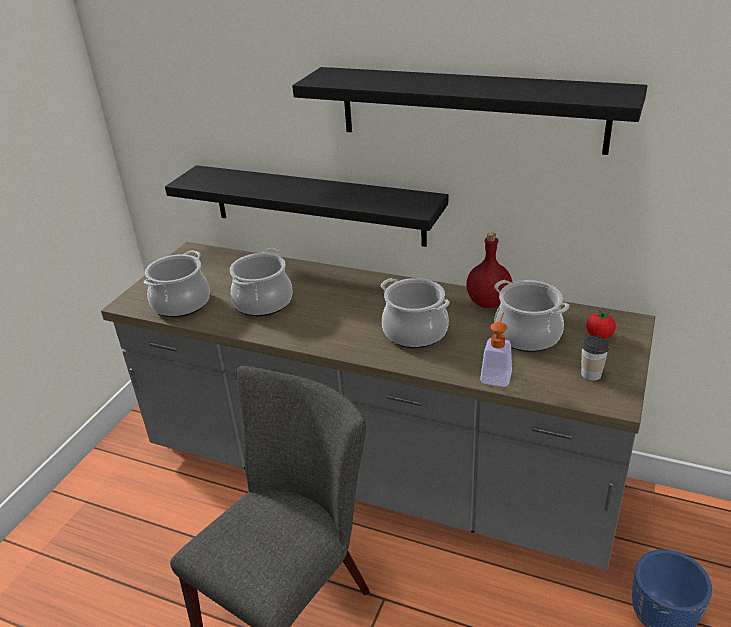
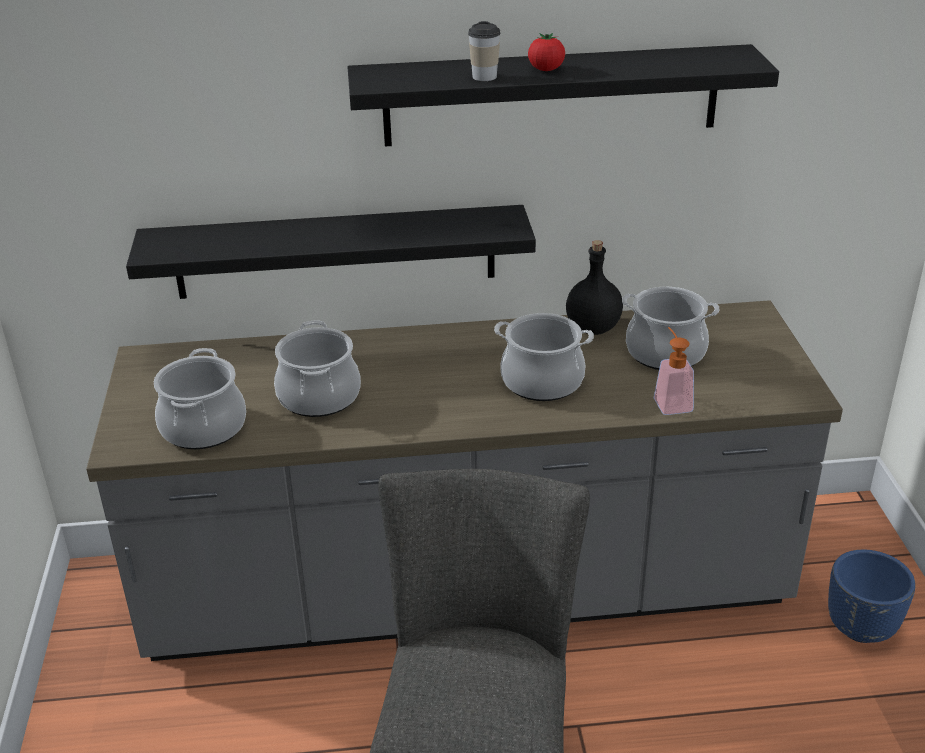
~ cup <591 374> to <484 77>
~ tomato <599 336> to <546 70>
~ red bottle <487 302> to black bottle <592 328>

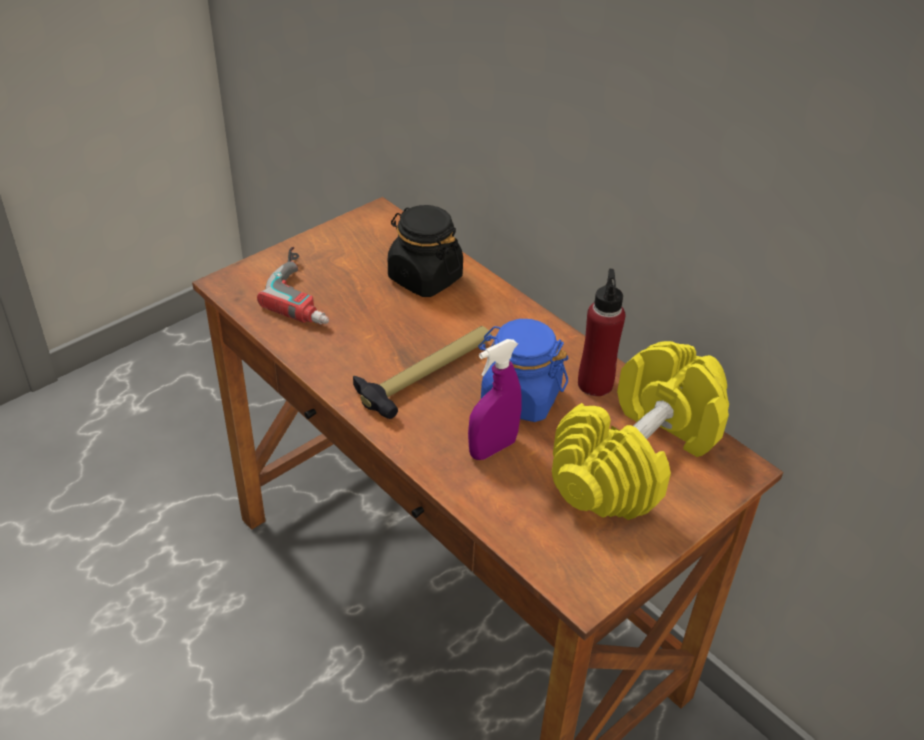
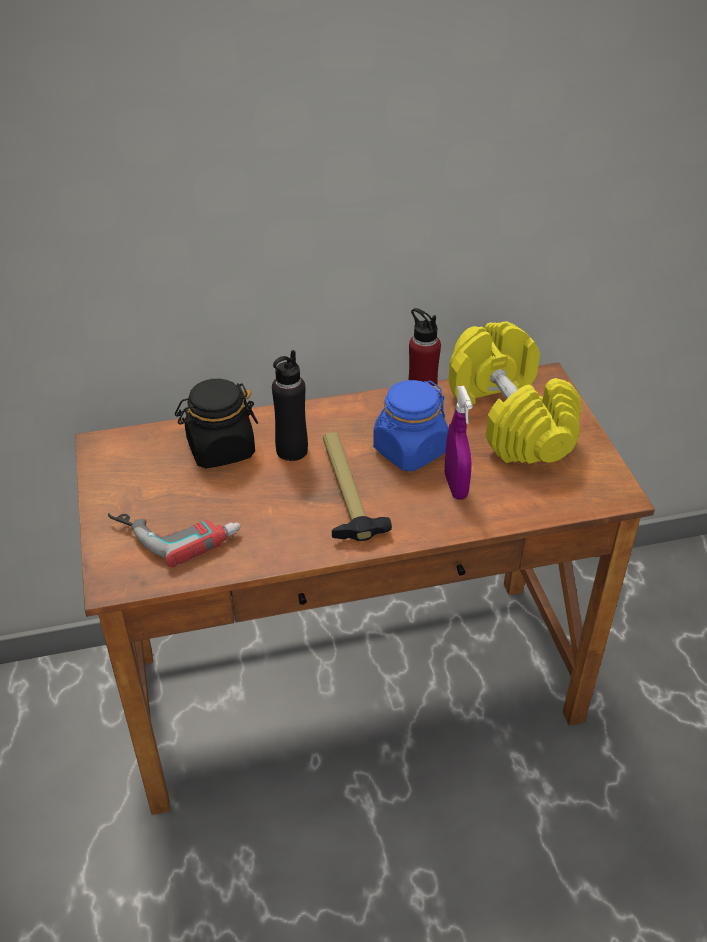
+ black bottle <291 450>

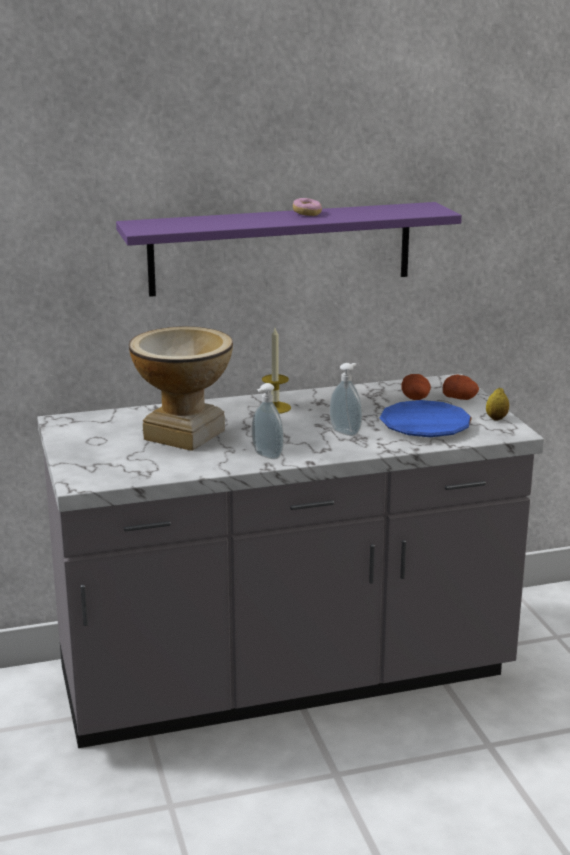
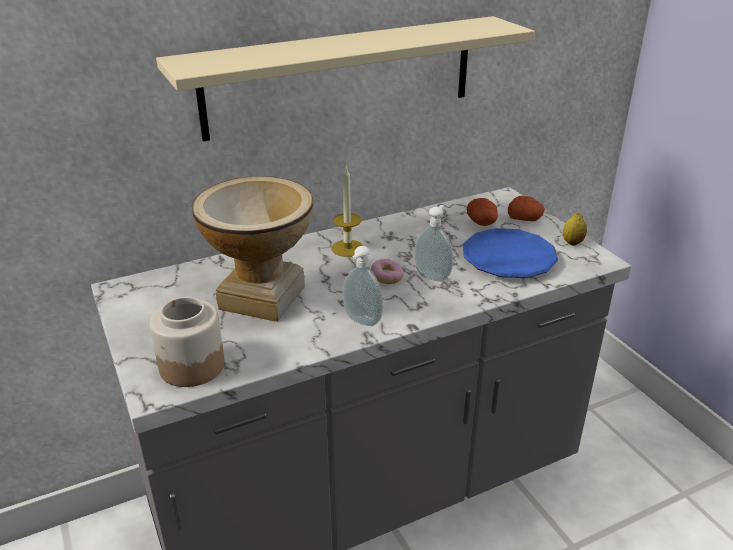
+ jar <191 366>
~ purple shelf <281 248> to beige shelf <341 76>
~ donut <307 214> to <387 278>

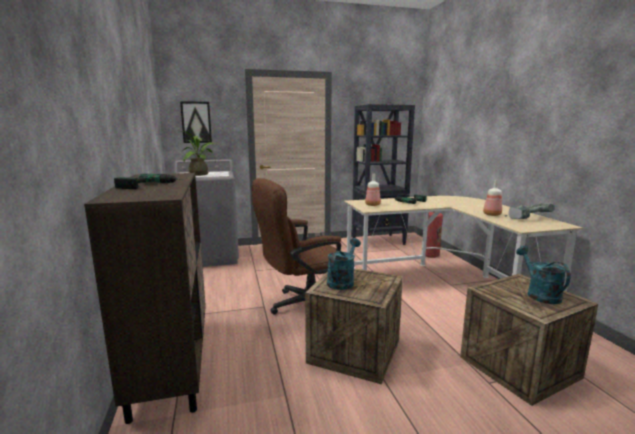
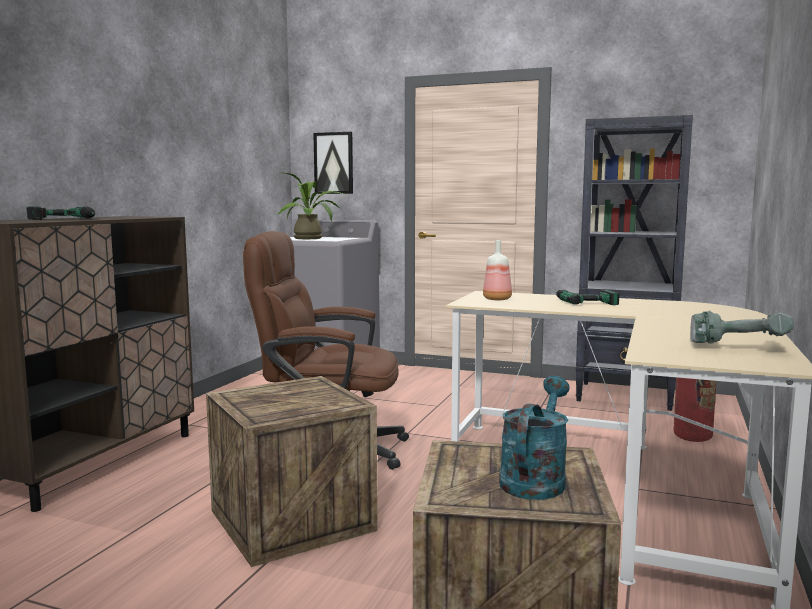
- turquoise watering can <342 281>
- bottle <492 214>

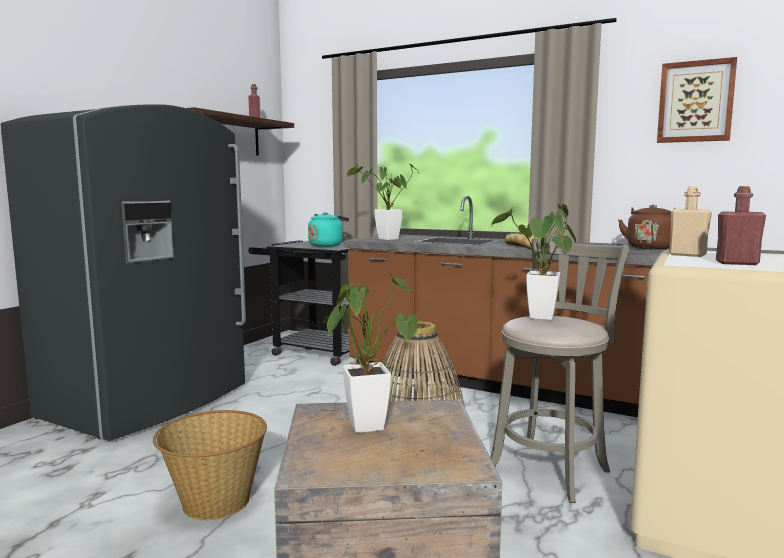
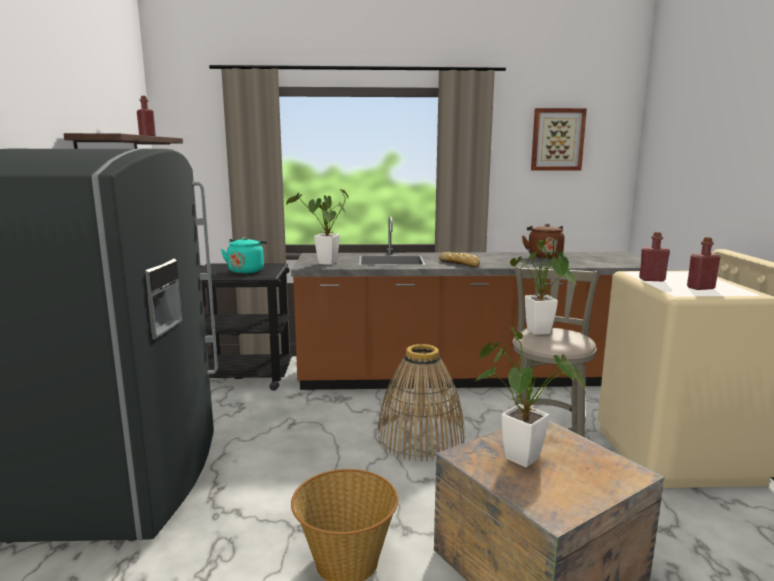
~ beige bottle <687 255> to red bottle <652 279>

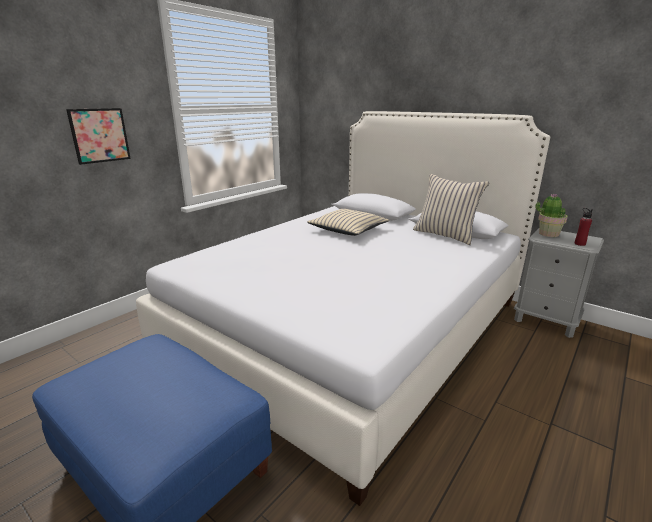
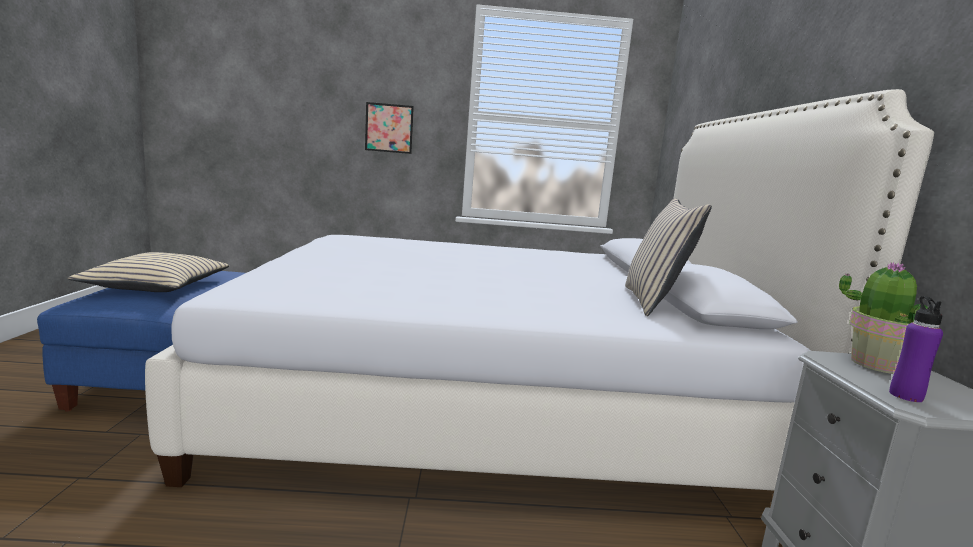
~ beige pillow <348 230> to <158 285>
~ red bottle <579 244> to purple bottle <905 396>

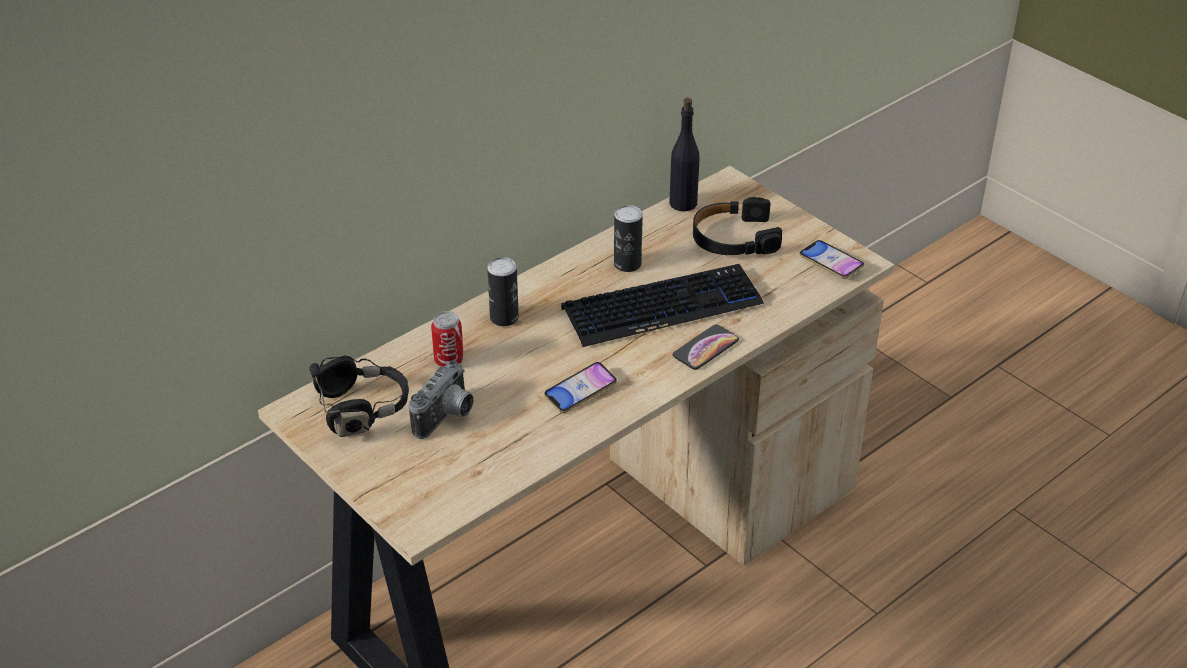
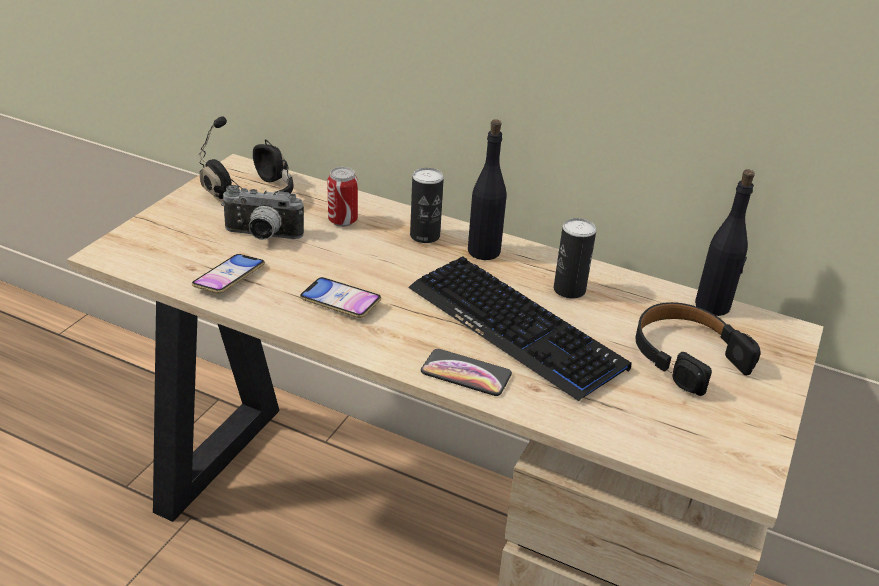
~ phone <831 263> to <229 278>
+ black bottle <484 251>

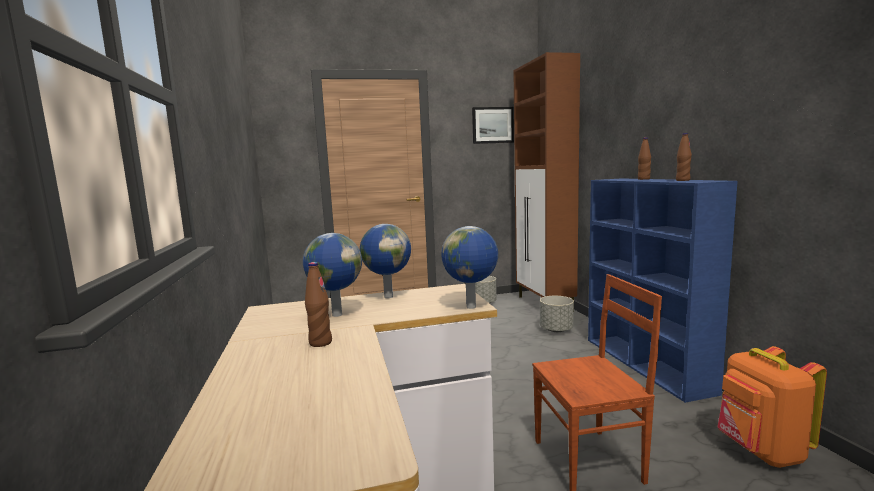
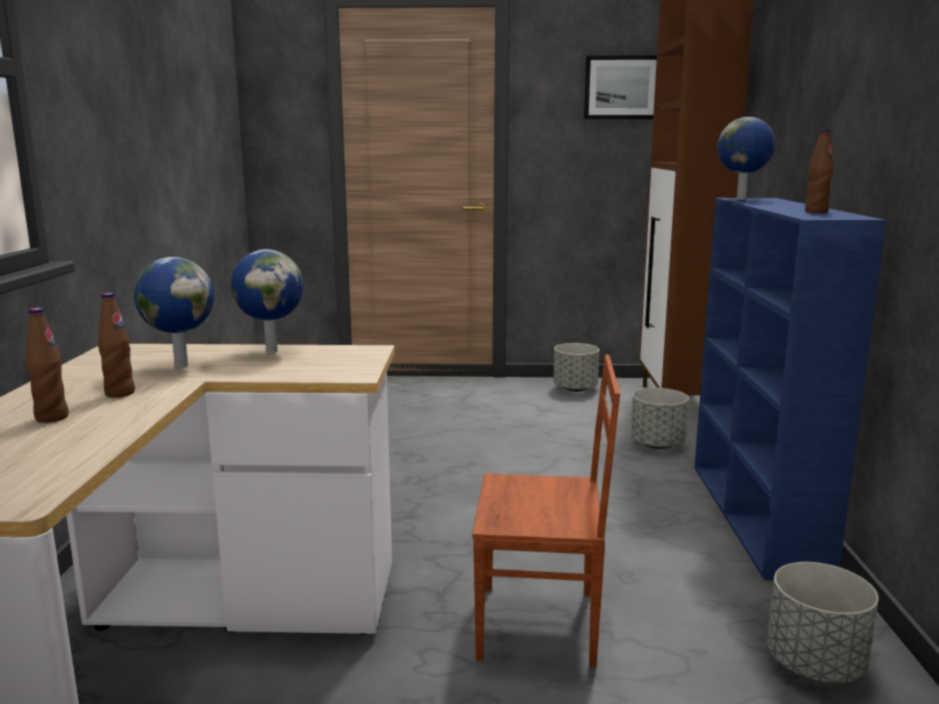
~ brown bottle <643 179> to <51 418>
~ globe <472 307> to <742 199>
~ orange backpack <761 452> to grey planter <815 665>

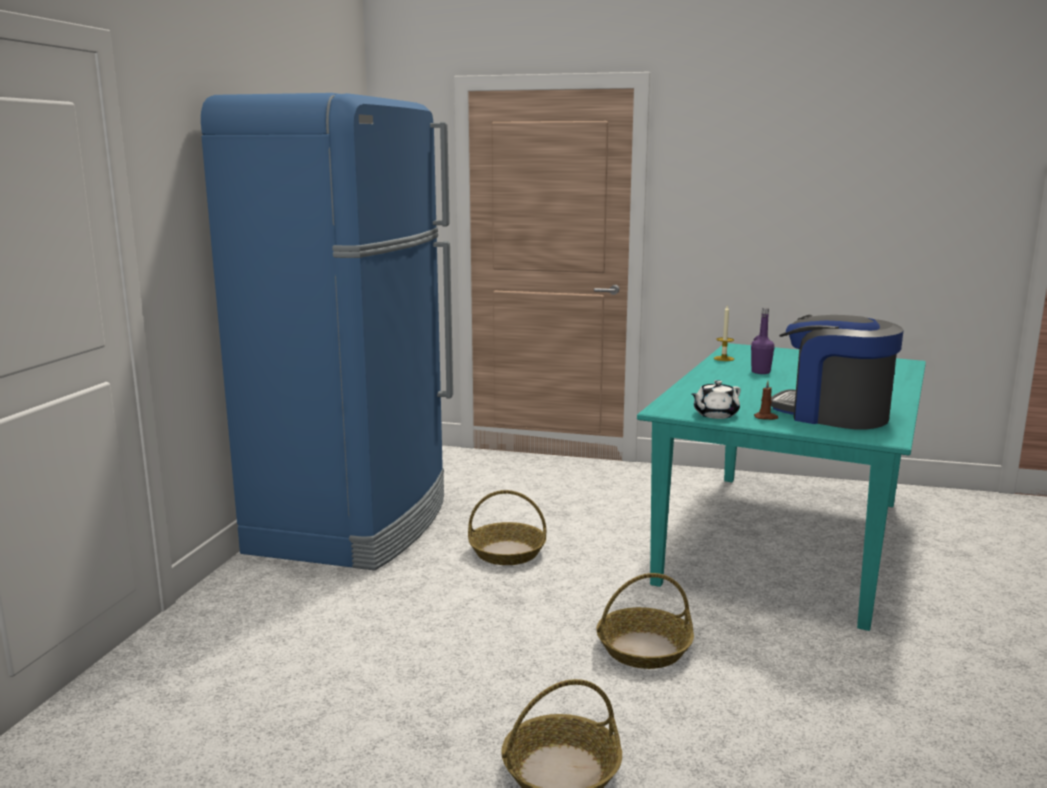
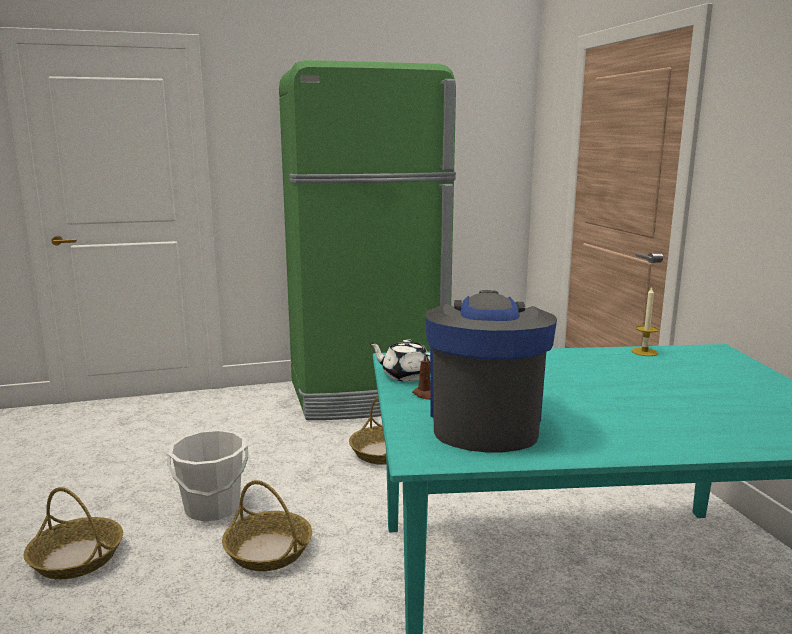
+ white bucket <212 508>
~ blue fridge <354 524> to green fridge <369 394>
- purple bottle <760 372>

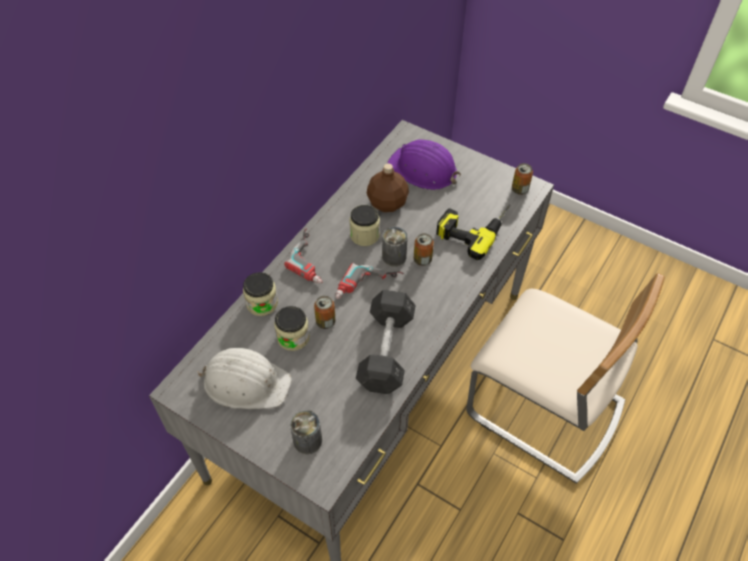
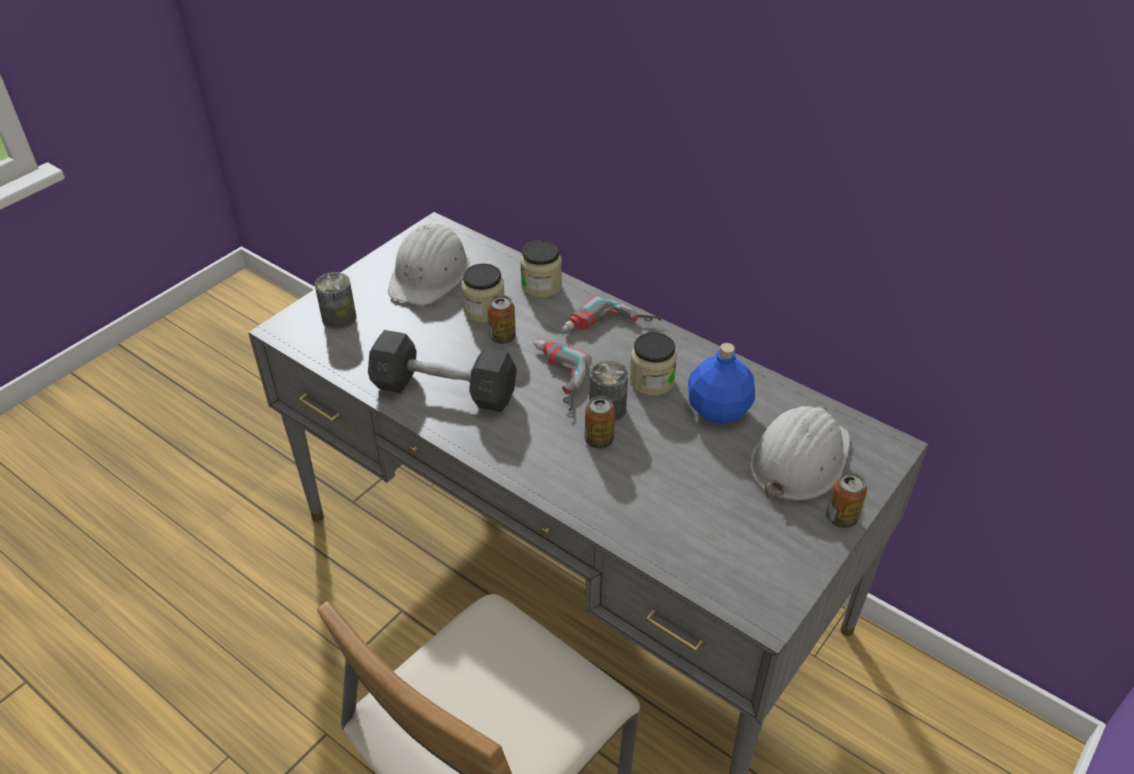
~ brown bottle <388 203> to blue bottle <719 410>
~ purple hard hat <423 170> to white hard hat <799 459>
~ can <519 189> to <841 518>
- power drill <473 226>

